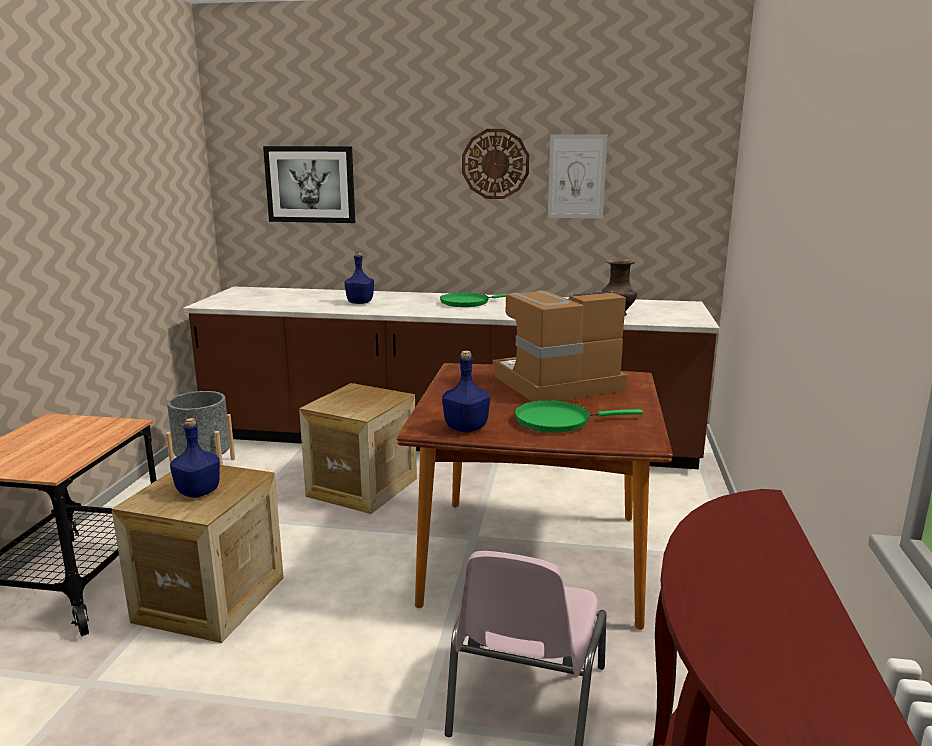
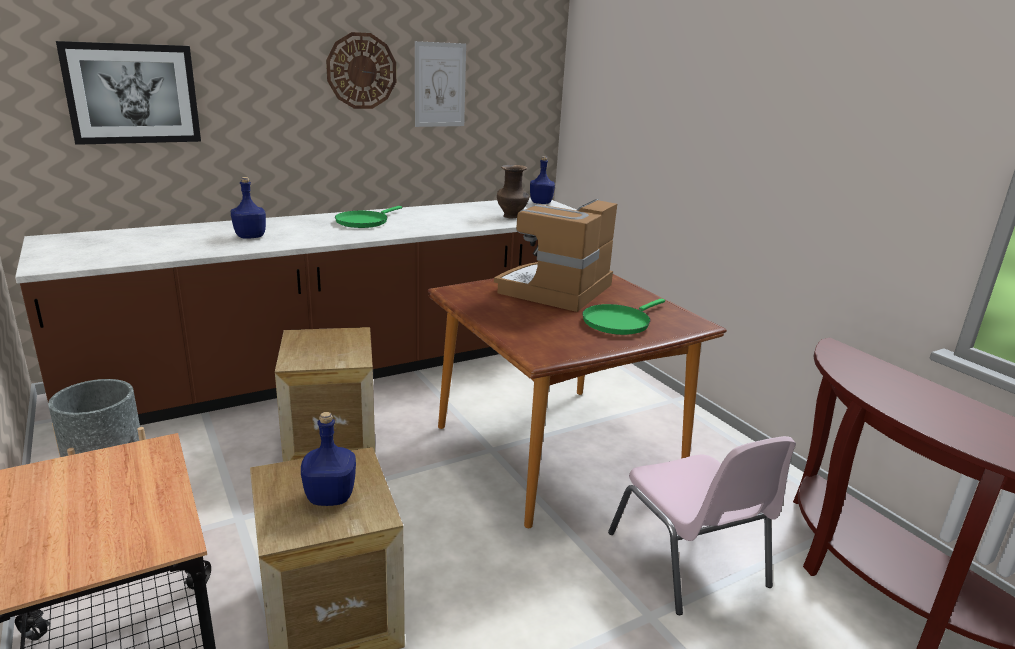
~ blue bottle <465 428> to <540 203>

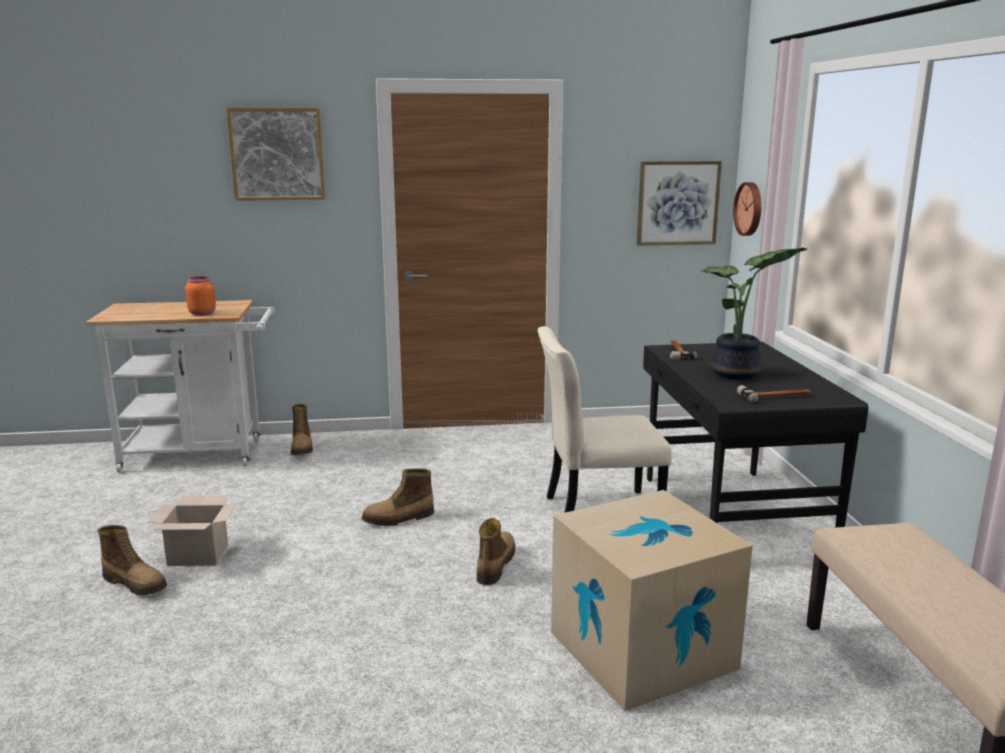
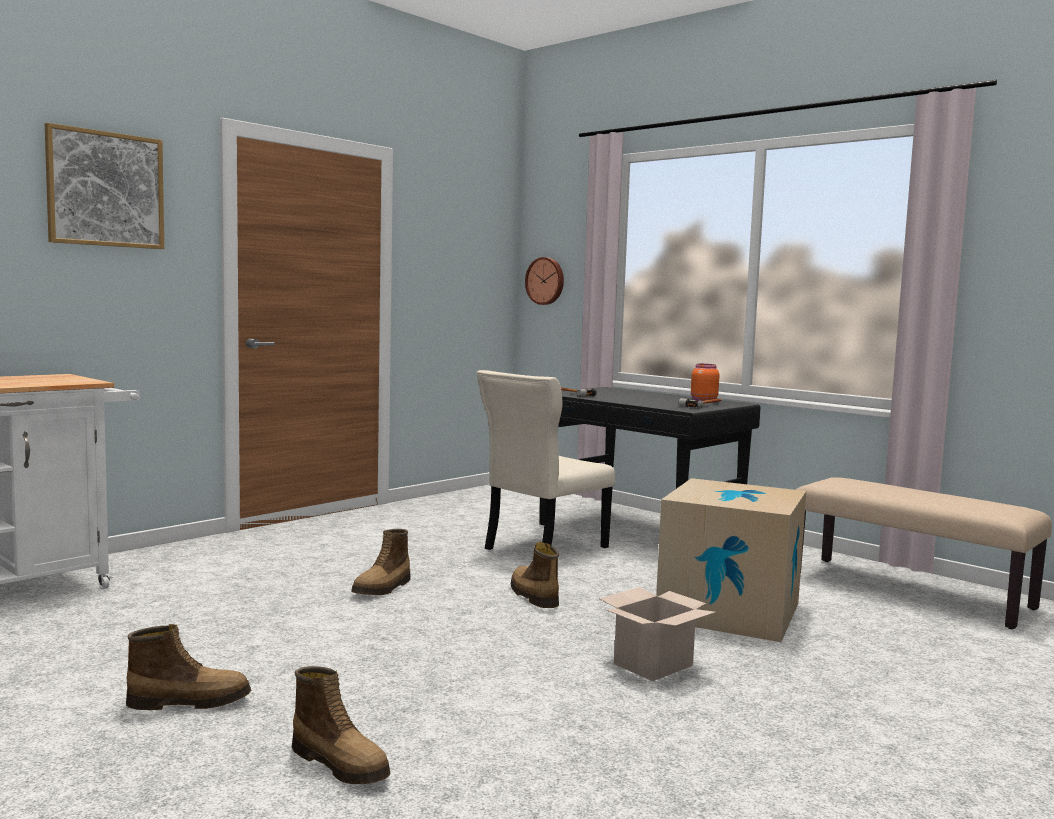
~ boot <302 448> to <341 764>
~ cardboard box <200 555> to <653 664>
~ orange jar <202 313> to <703 401>
- picture <678 203>
- potted plant <738 374>

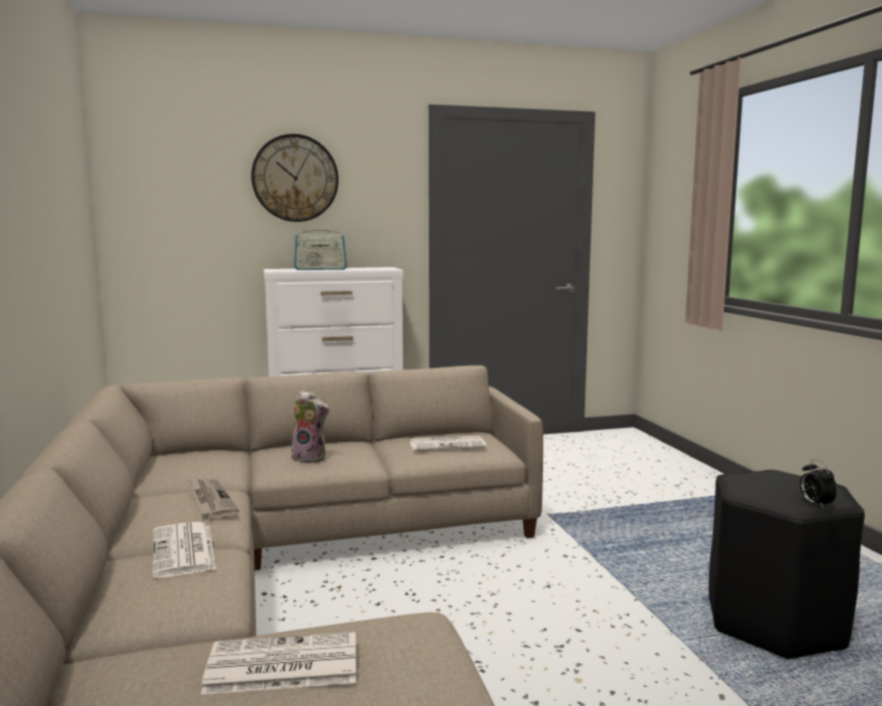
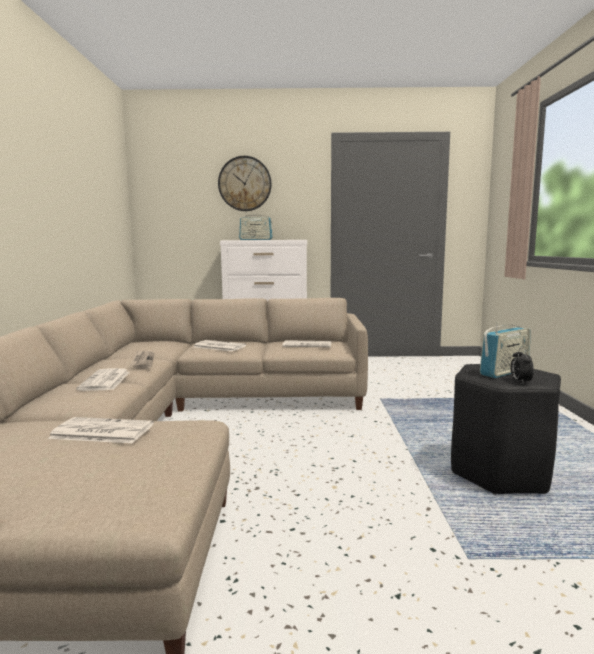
~ plush toy <311 458> to newspaper <218 346>
+ radio <504 372>

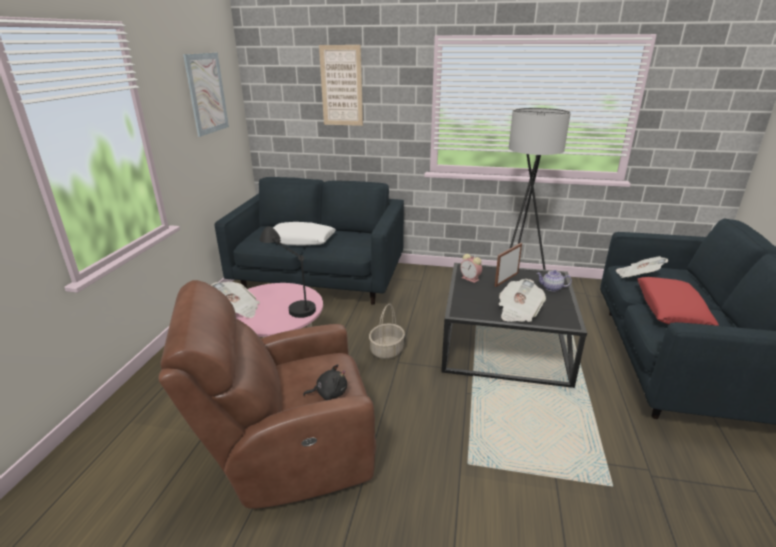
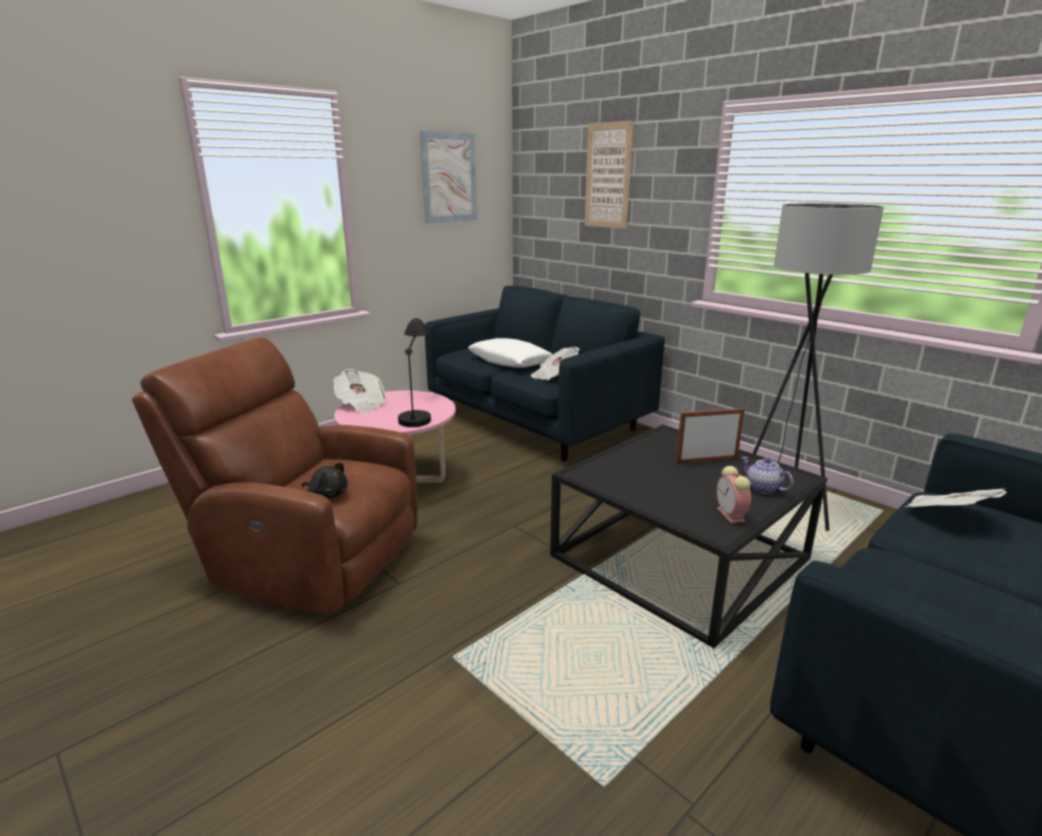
~ newspaper <518 312> to <555 376>
~ alarm clock <471 279> to <732 515>
- basket <387 351>
- red pillow <671 310>

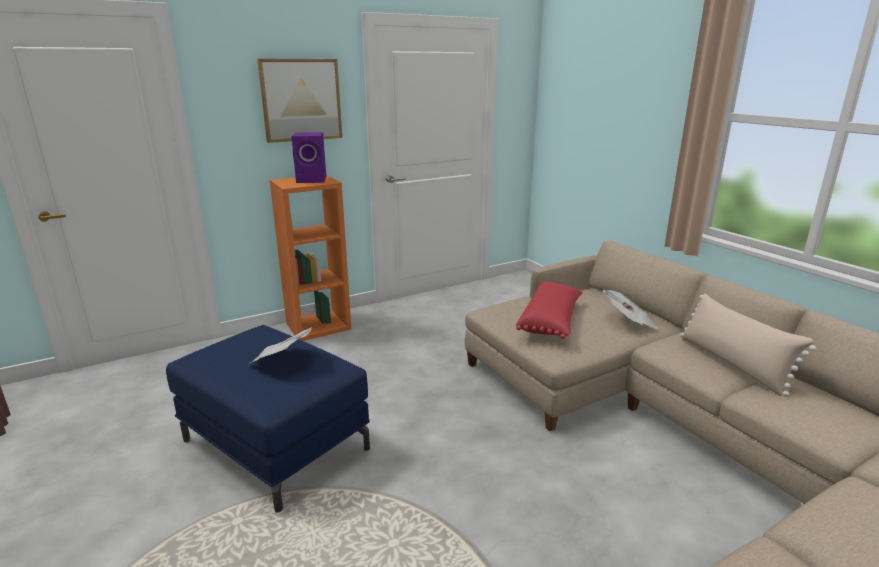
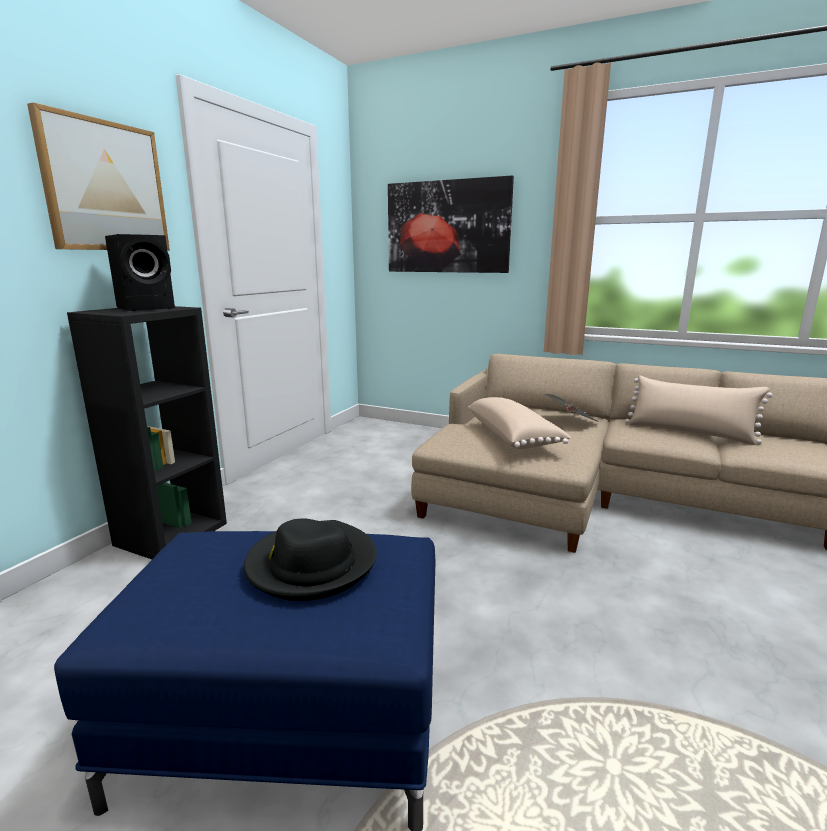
~ orange bookcase <319 326> to black bookcase <172 533>
~ purple speaker <313 180> to black speaker <148 308>
~ newspaper <283 360> to black hat <311 564>
+ picture <447 227>
~ red pillow <551 321> to beige pillow <513 437>

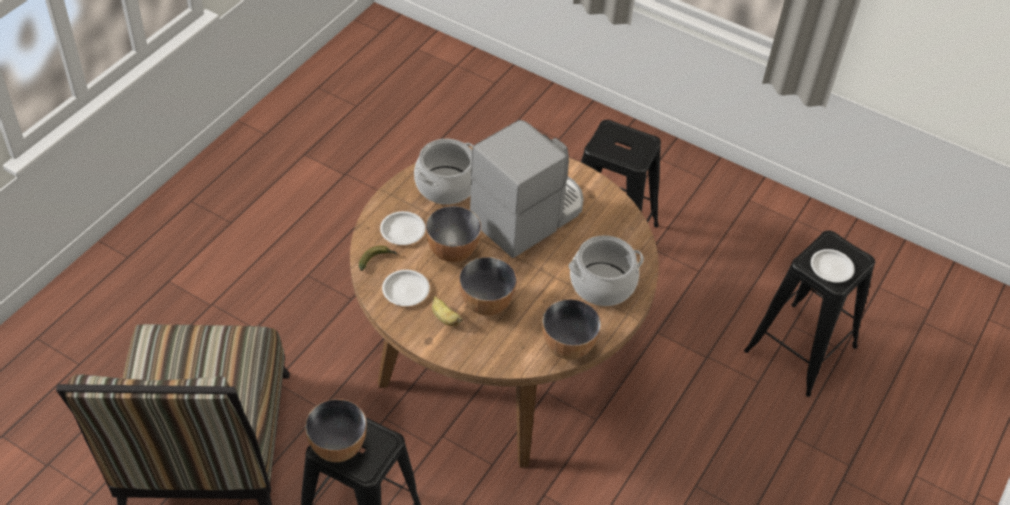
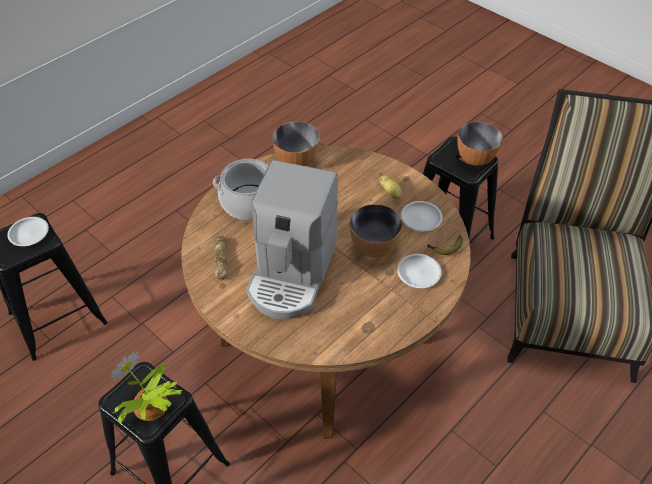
+ potted plant <150 407>
+ bread <220 260>
~ coffee machine <529 215> = <292 274> 45 degrees counterclockwise
- cooking pot <446 185>
- bowl <486 303>

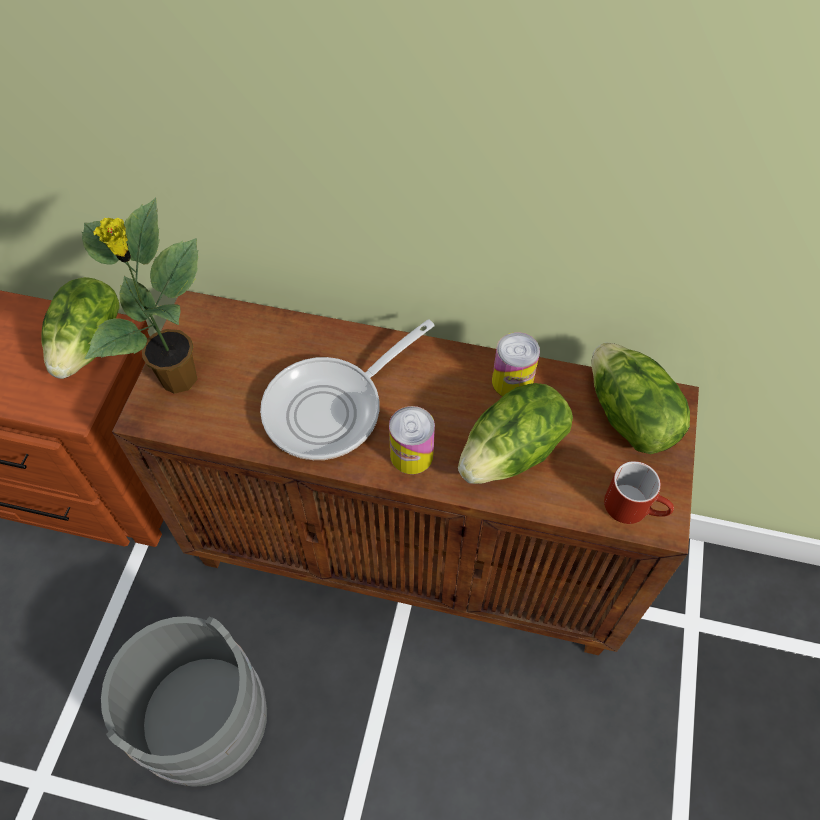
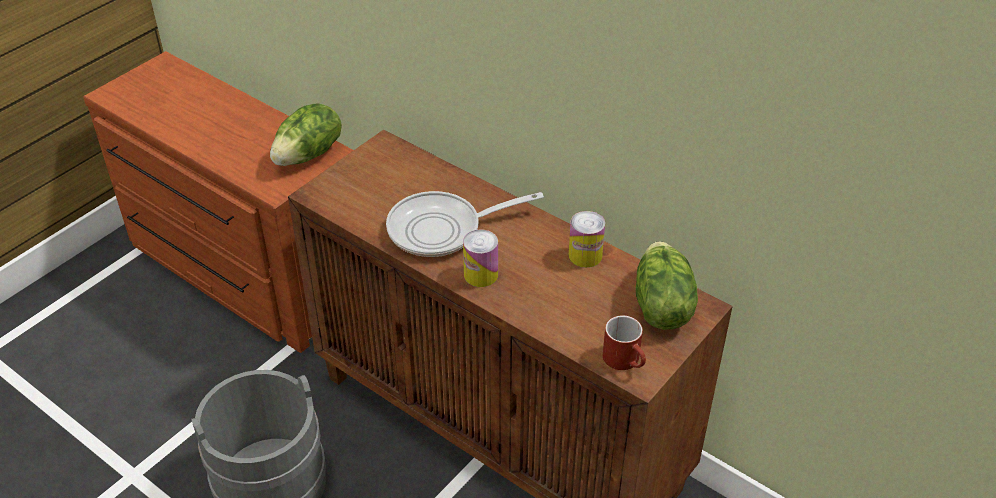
- potted plant <179 380>
- lettuce <513 453>

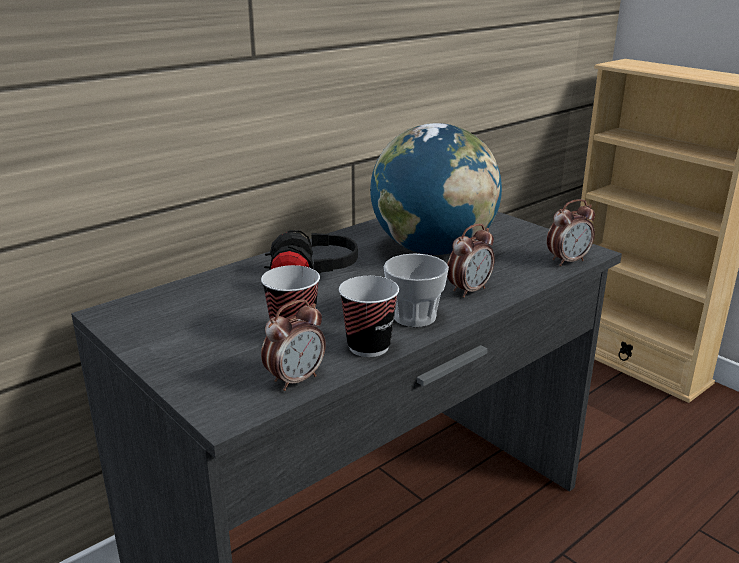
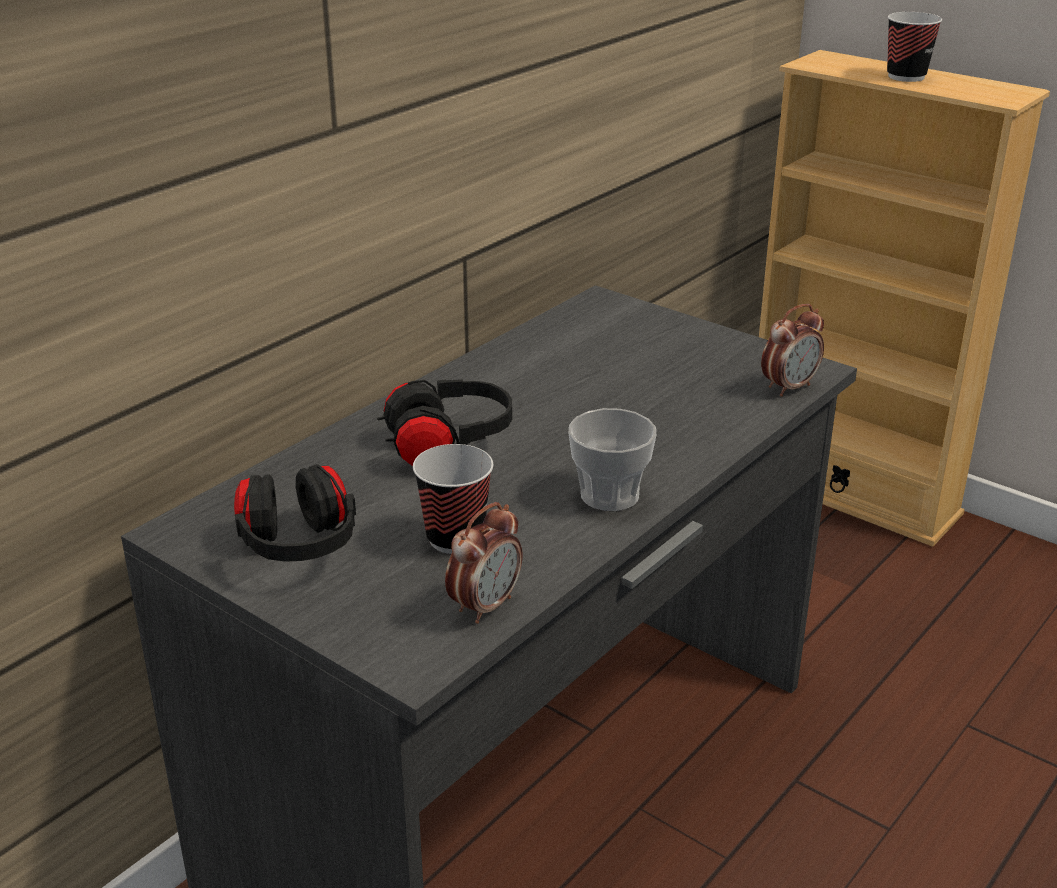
+ black headphones <299 550>
~ cup <368 346> to <906 77>
- globe <433 250>
- alarm clock <469 290>

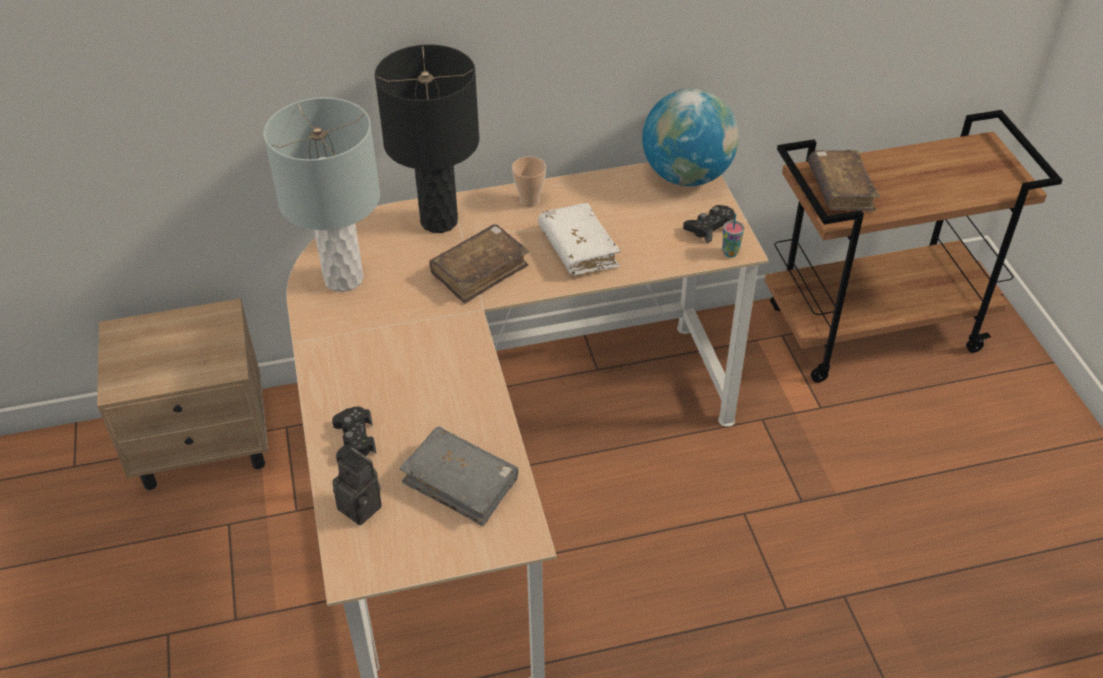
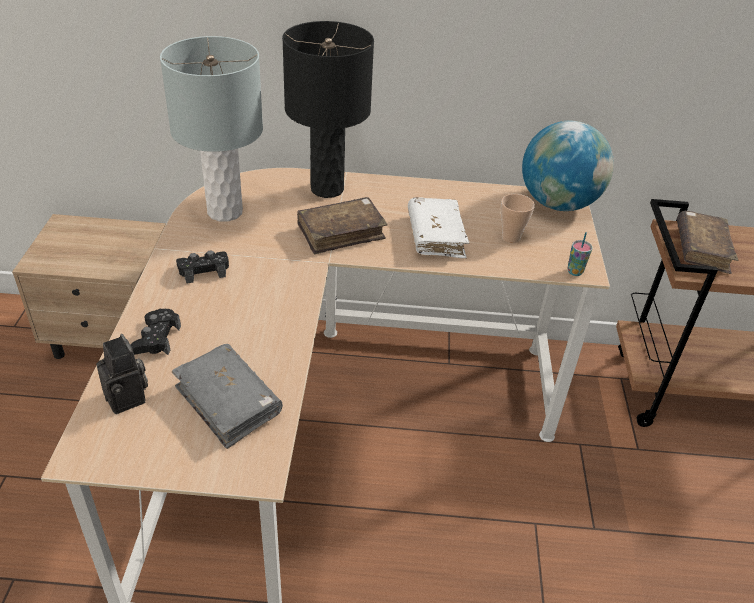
~ black game controller <710 227> to <204 270>
~ cup <529 201> to <511 237>

